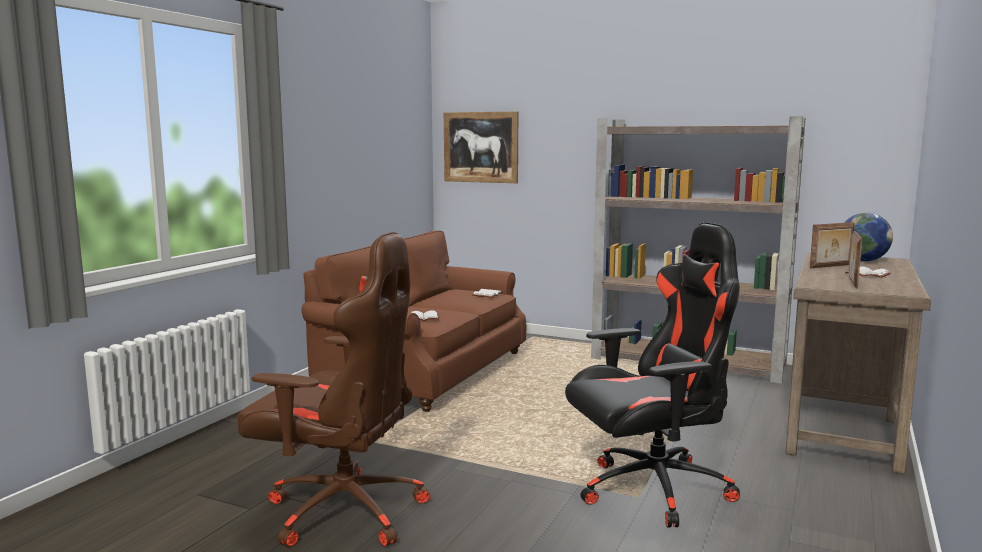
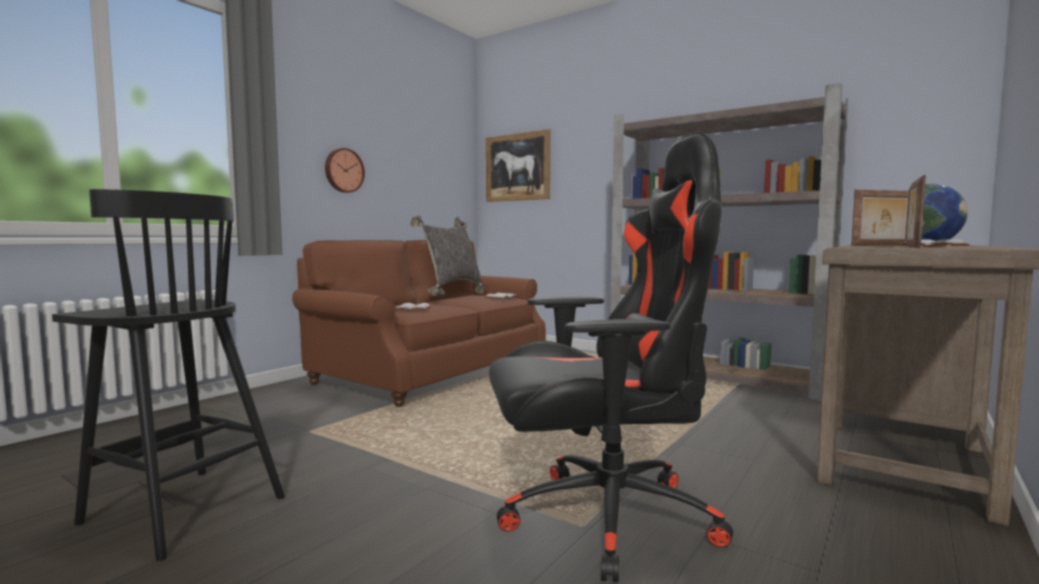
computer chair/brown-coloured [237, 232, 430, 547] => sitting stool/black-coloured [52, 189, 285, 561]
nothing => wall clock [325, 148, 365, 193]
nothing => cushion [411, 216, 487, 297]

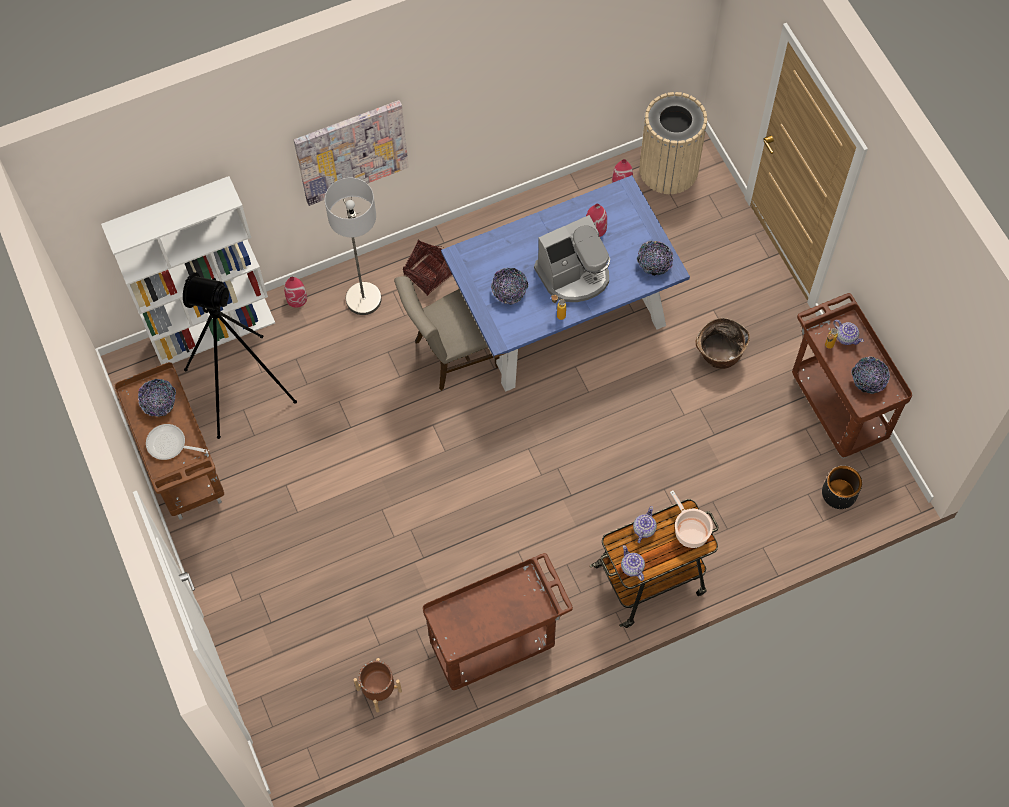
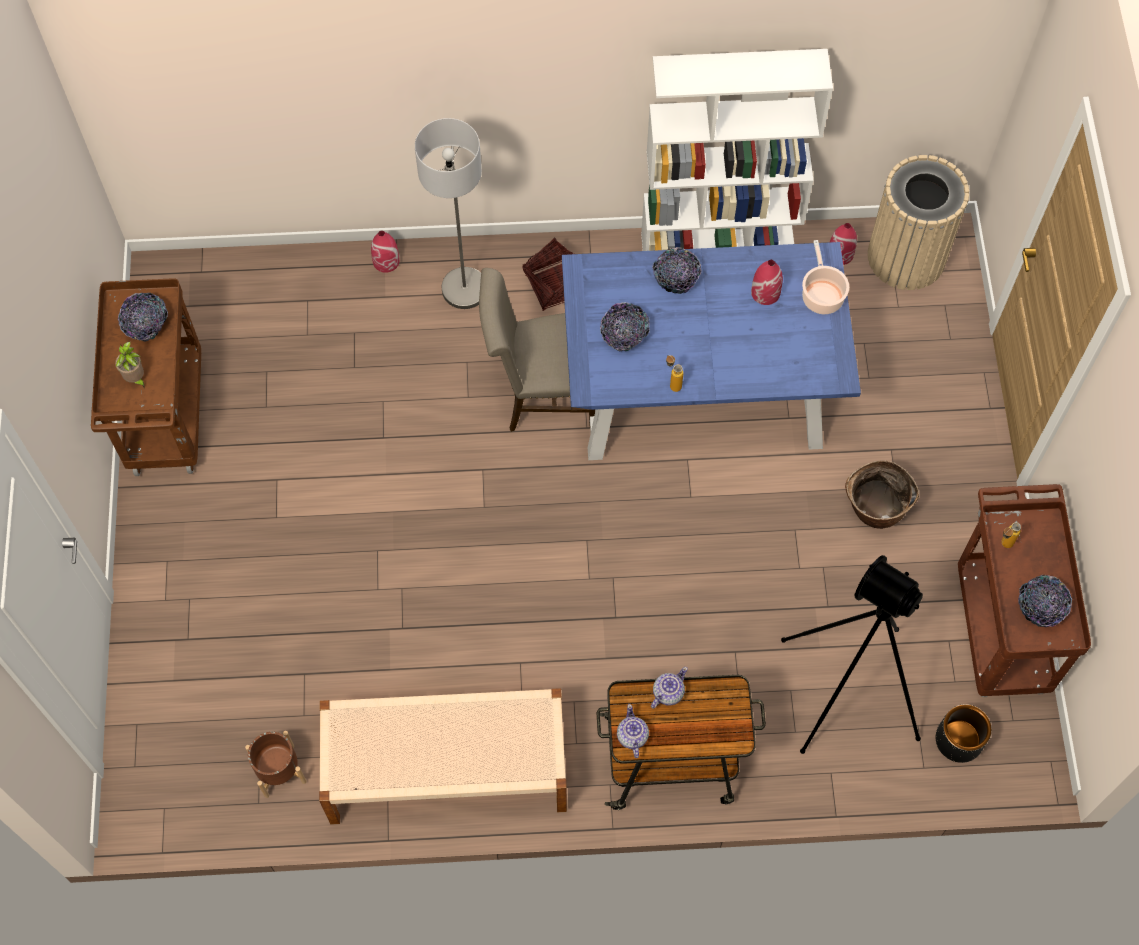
frying pan [146, 424, 209, 460] => potted plant [115, 342, 145, 388]
cart/brown-coloured [423, 553, 573, 690] => indoor bench/sand-coloured [319, 688, 567, 825]
bookshelf/whitish [101, 176, 275, 365] => bookshelf/whitish [641, 49, 833, 251], moved
serving bowl [637, 241, 673, 276] => serving bowl [652, 247, 702, 294], moved
standard lamp/black-coloured [183, 272, 297, 439] => standard lamp/black-coloured [781, 555, 923, 754], moved
saucepot [670, 491, 713, 548] => saucepot [802, 240, 849, 314], moved
picture [294, 100, 409, 206] => nothing
coffee brewer [534, 215, 610, 302] => nothing
teapot [833, 320, 864, 345] => nothing

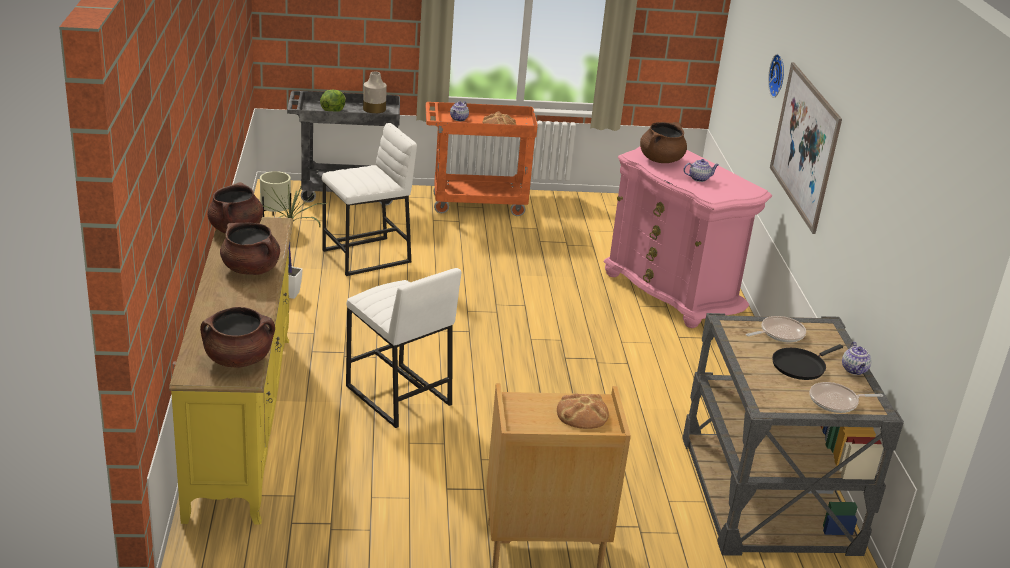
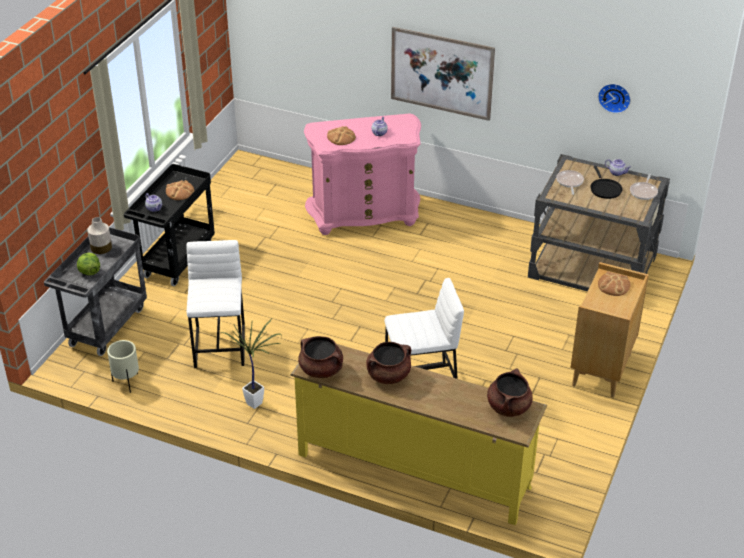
cart/orangey [426, 102, 538, 216] => cart/black-coloured [124, 164, 215, 286]
saucepot/brown-coloured [640, 122, 687, 163] => bakery bread [327, 126, 356, 145]
wall clock [768, 54, 784, 98] => wall clock [598, 84, 631, 113], moved

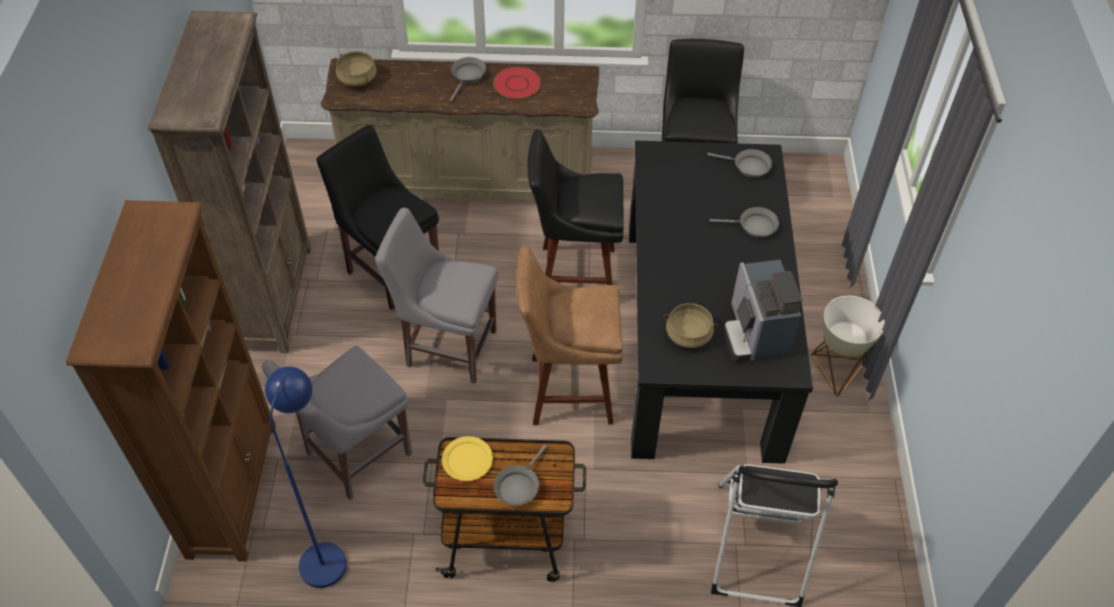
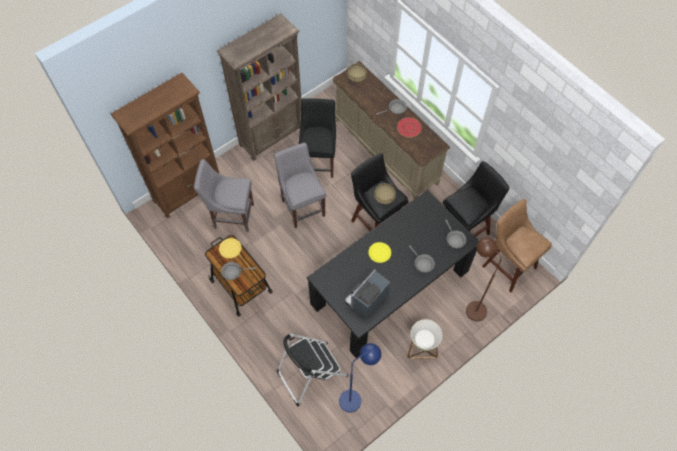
standard lamp/blue [265, 366, 347, 588] => standard lamp/blue [339, 343, 381, 413], moved
nothing => dinner plate/yellowish [368, 242, 391, 263]
saucepot/sand-coloured [663, 303, 719, 348] => saucepot/sand-coloured [374, 183, 396, 204], moved
nothing => standard lamp/brown-coloured [466, 237, 501, 321]
sitting stool/brown-coloured [516, 245, 623, 425] => sitting stool/brown-coloured [482, 199, 552, 293], moved

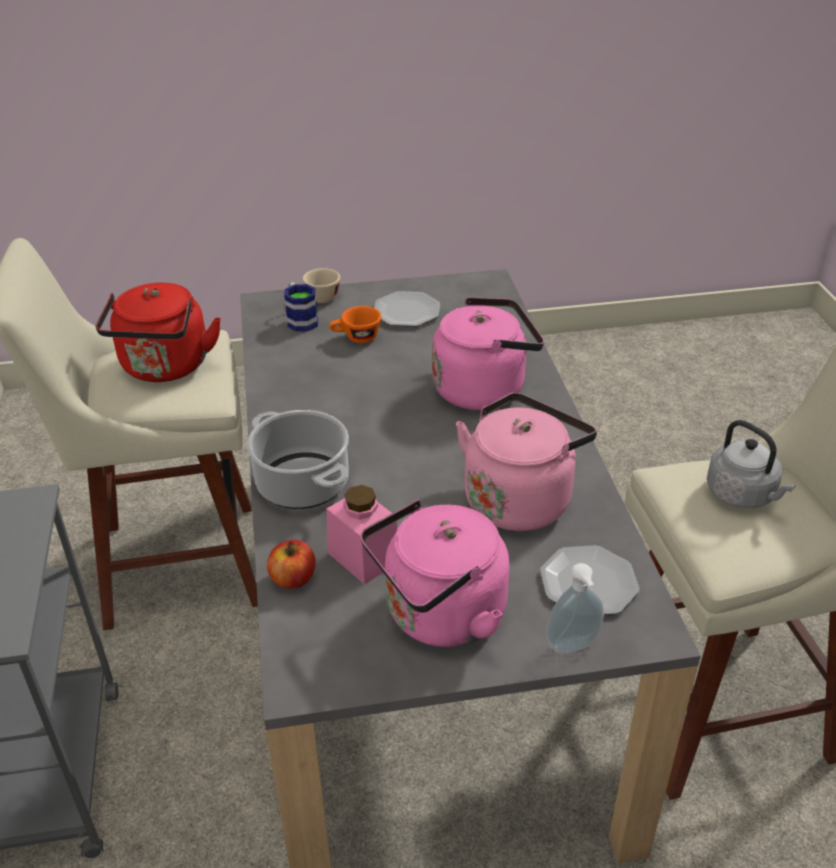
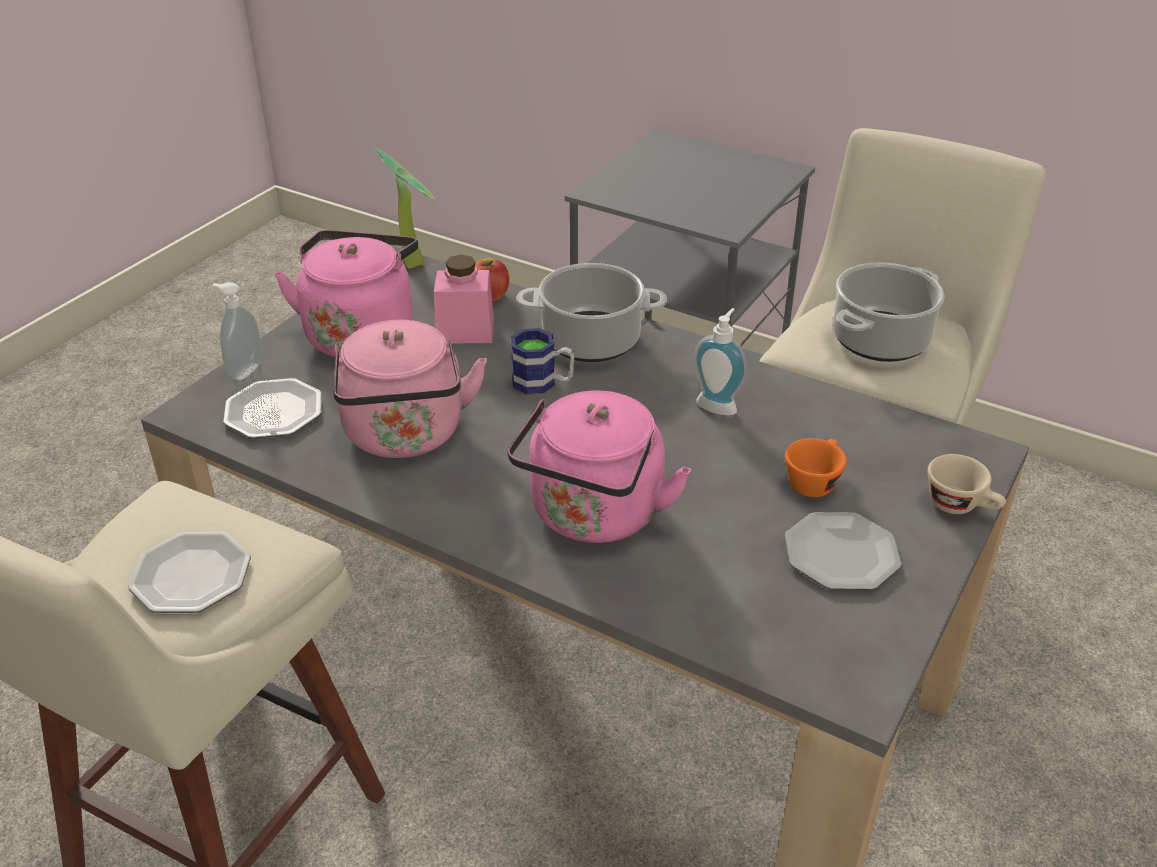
water kettle/gray [707, 420, 796, 508] => dinner plate [128, 532, 251, 613]
nothing => potted plant [374, 148, 436, 268]
mug [284, 282, 318, 332] => mug [511, 328, 575, 394], moved
nothing => liquid soap bottle [694, 308, 747, 415]
water kettle/reddish [96, 282, 221, 382] => saucepot [833, 262, 945, 362]

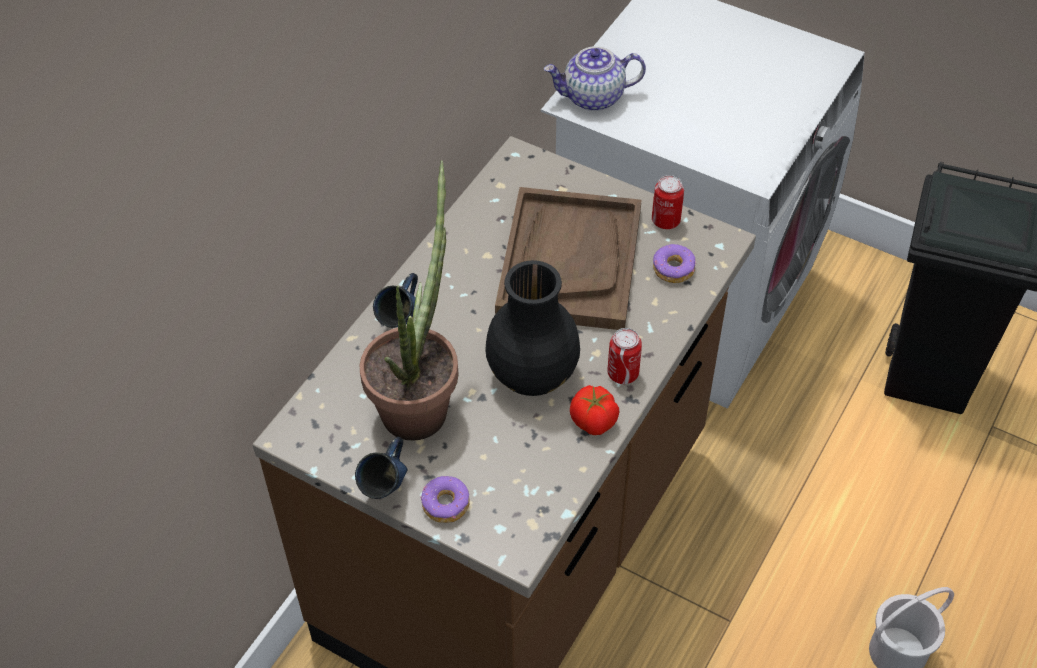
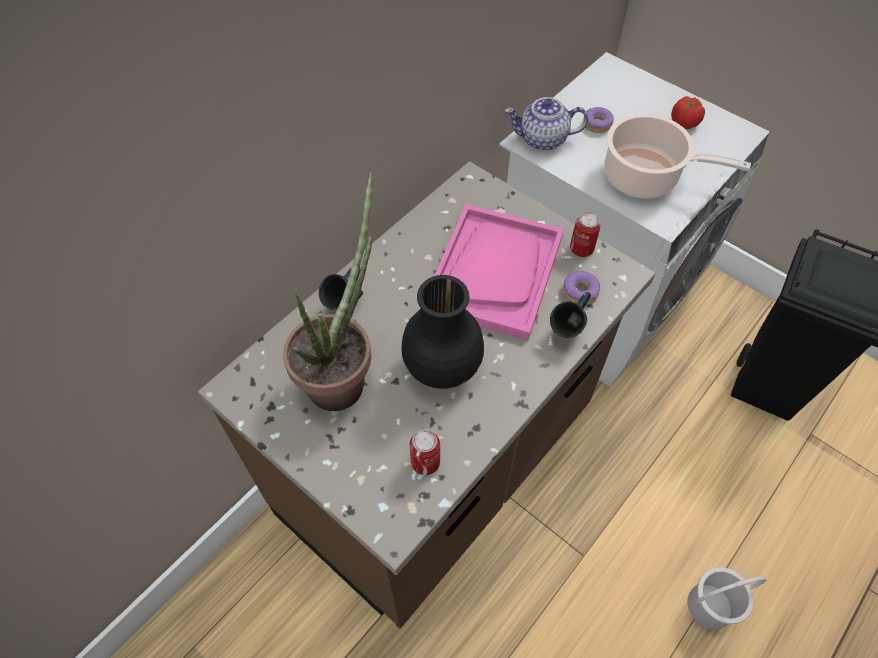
can [607, 328, 642, 384] => can [410, 429, 440, 475], moved
carrying tray/brown-coloured [495, 187, 642, 330] => carrying tray/pink [434, 204, 564, 340]
mug/blue [355, 437, 408, 499] => mug/blue [550, 292, 591, 338], moved
donut [421, 476, 470, 523] => donut [583, 107, 614, 133], moved
nothing => saucepot [604, 114, 751, 199]
fresh tomato [570, 385, 620, 435] => fresh tomato [671, 96, 705, 129], moved

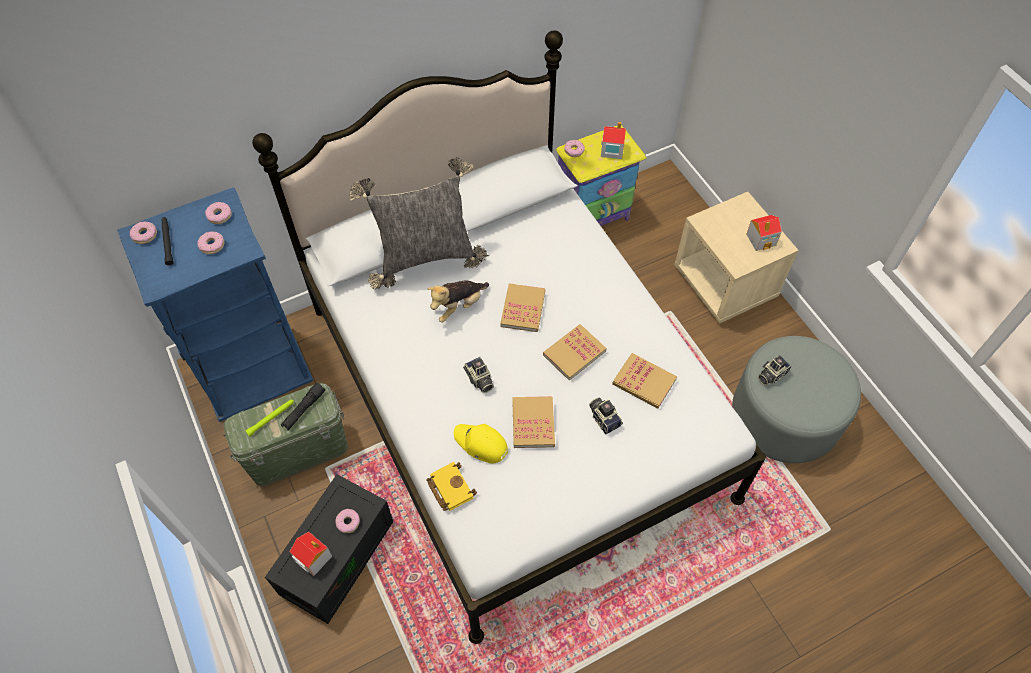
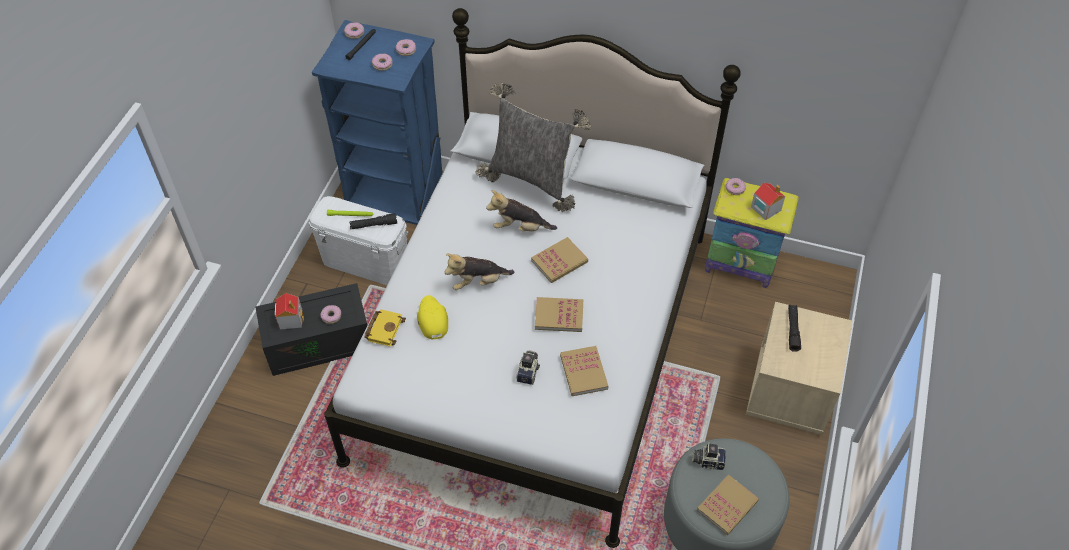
storage box/green-coloured [223, 383, 348, 486] => storage box/whitish [309, 196, 408, 285]
photo camera [463, 357, 494, 393] => soft toy [445, 253, 515, 290]
volume [512, 396, 555, 448] => volume [697, 474, 759, 535], moved
nothing => hand torch/black-coloured [788, 305, 801, 352]
toy house [746, 215, 782, 251] => nothing

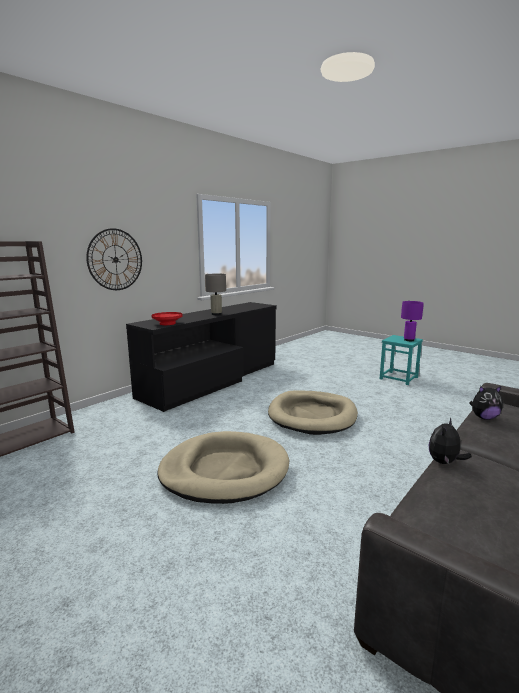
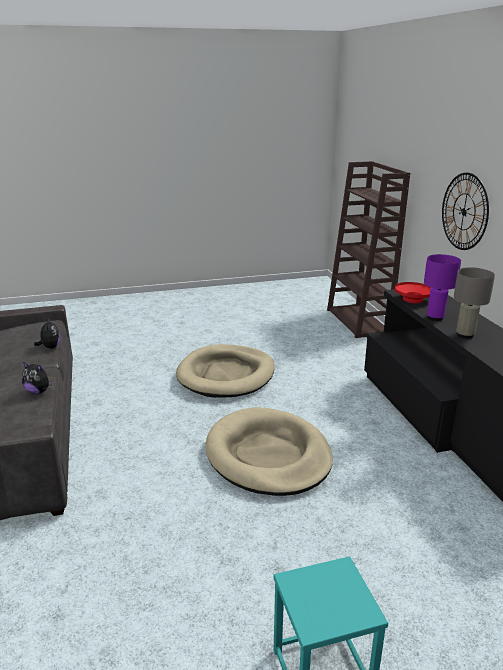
soft toy [469, 386, 503, 420] => soft toy [22, 362, 54, 394], 105 degrees counterclockwise
tabletop lamp/purple [401, 301, 424, 341] => tabletop lamp/purple [424, 254, 461, 321], moved

